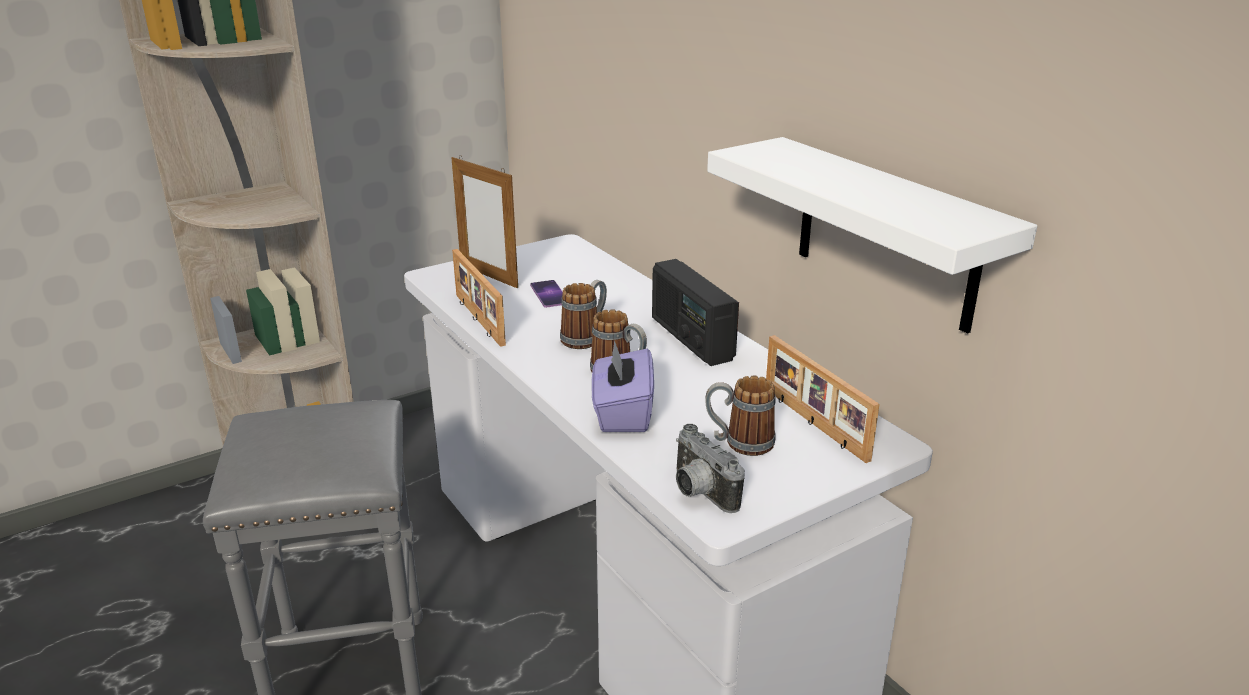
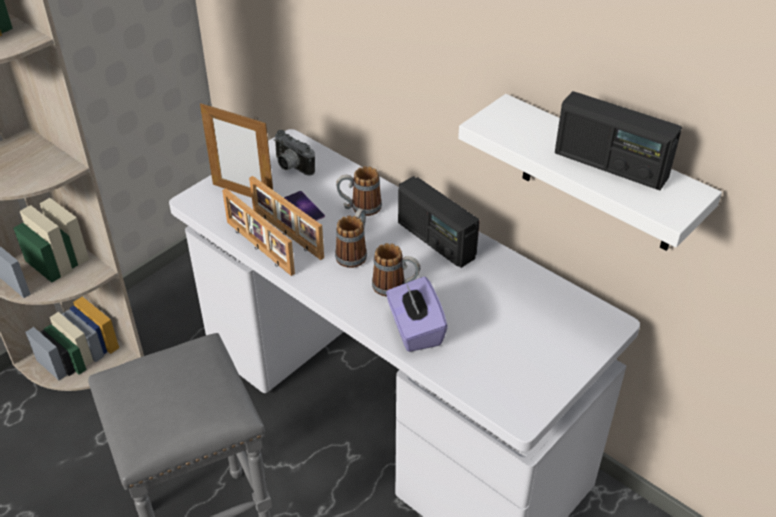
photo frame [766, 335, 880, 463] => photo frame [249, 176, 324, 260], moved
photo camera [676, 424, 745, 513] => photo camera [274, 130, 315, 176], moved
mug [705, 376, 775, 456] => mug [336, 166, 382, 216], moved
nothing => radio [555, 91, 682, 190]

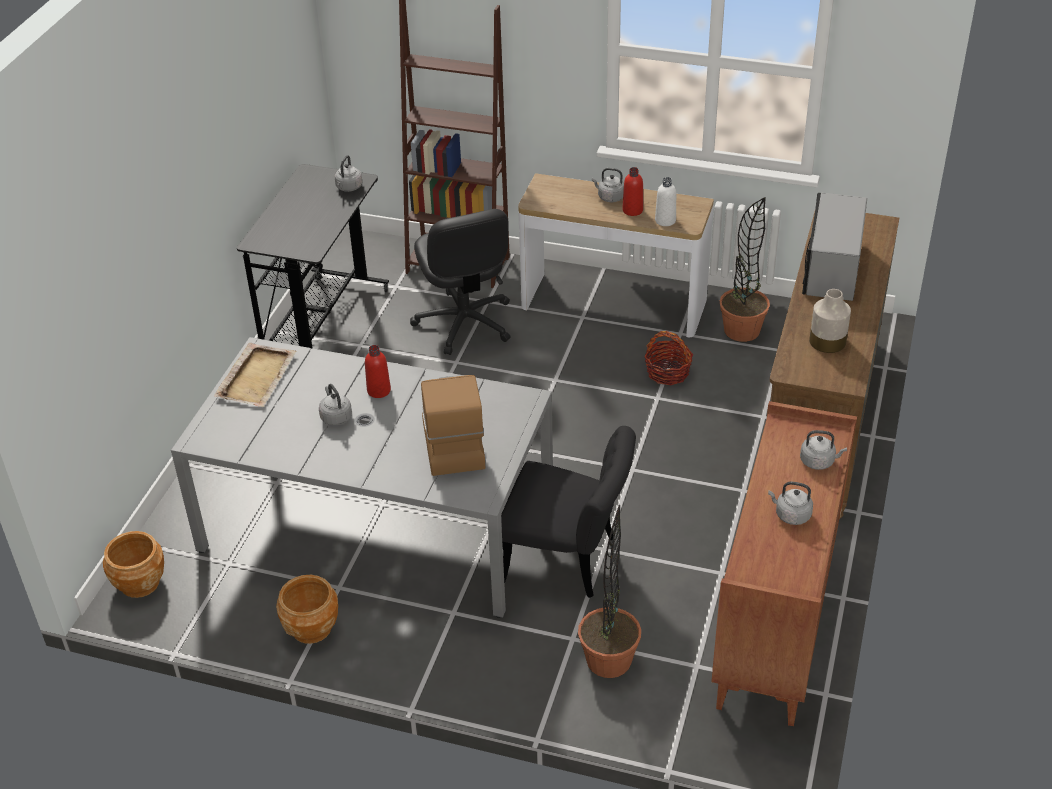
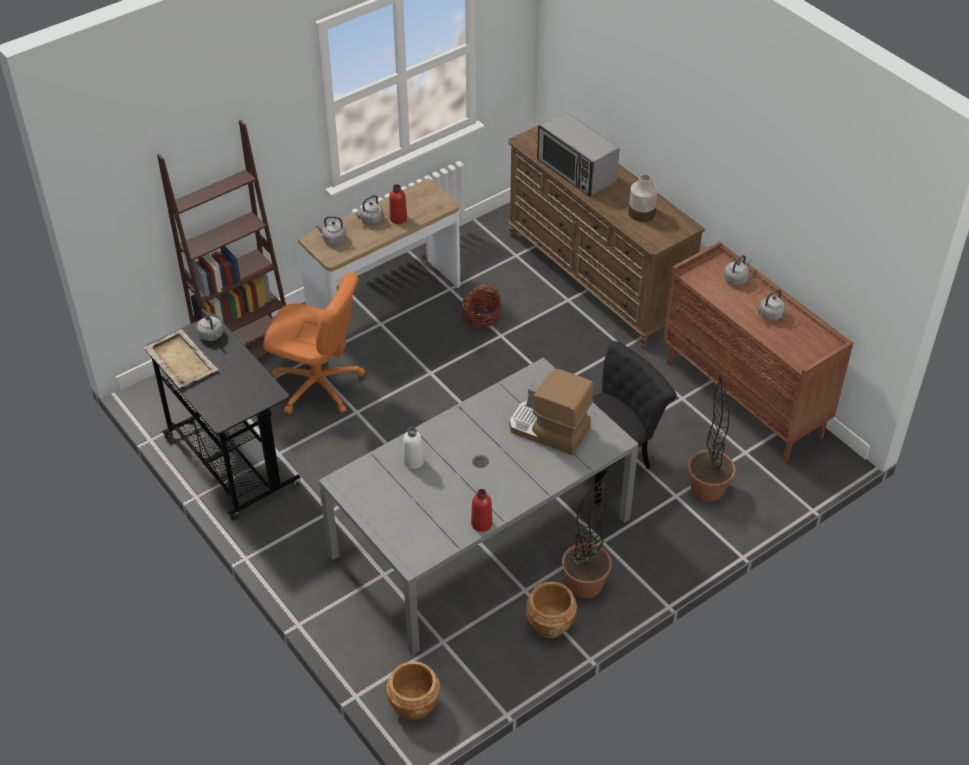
carrying tray/sand-coloured [214, 343, 296, 407] => carrying tray/sand-coloured [143, 329, 219, 388], moved
computer chair/black-coloured [410, 209, 510, 355] => computer chair/orangey [263, 273, 365, 414]
water kettle/gray [319, 384, 352, 425] => water kettle/gray [316, 216, 346, 245], moved
bottle/whitish [655, 177, 676, 226] => bottle/whitish [403, 427, 424, 469], moved
bottle/reddish [365, 345, 391, 398] => bottle/reddish [471, 489, 493, 532], moved
potted plant [720, 197, 770, 342] => potted plant [562, 476, 612, 598], moved

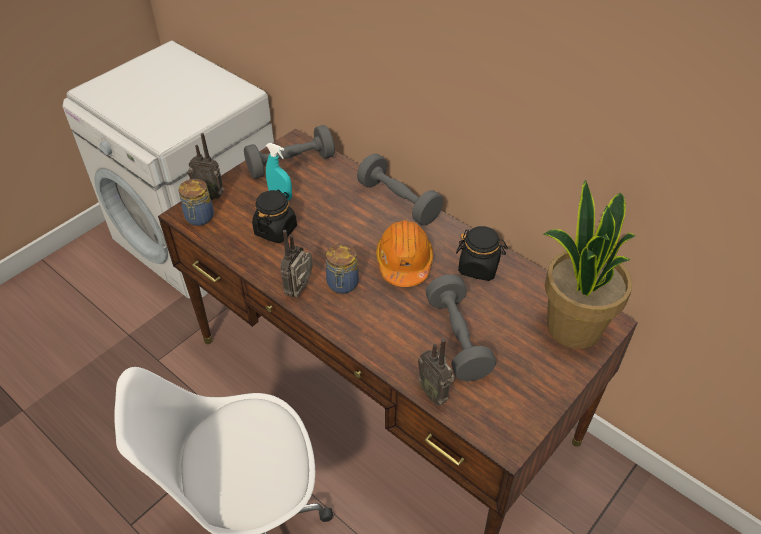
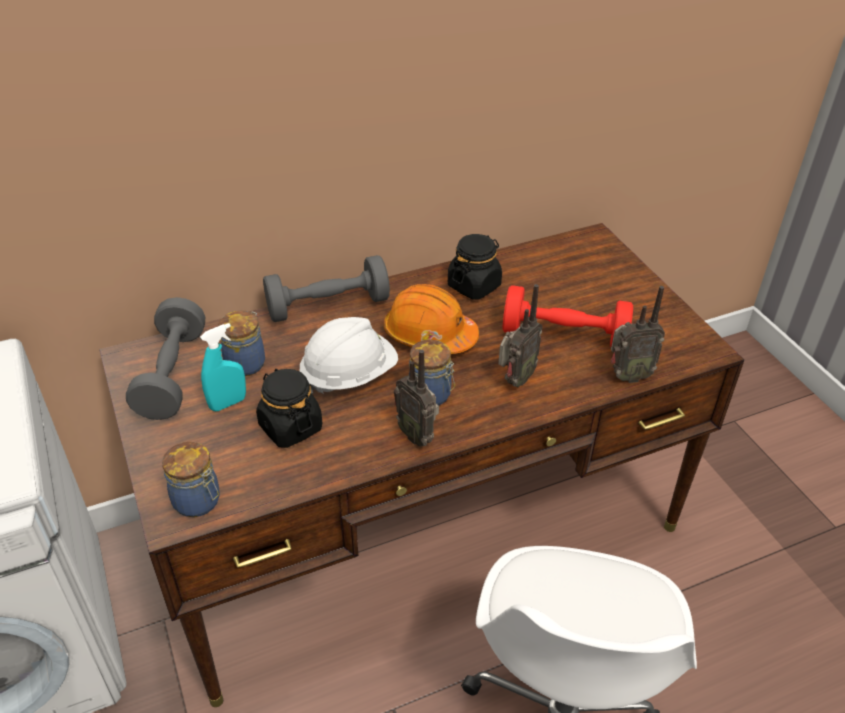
nothing => jar [218, 311, 265, 376]
nothing => hard hat/whitish [300, 317, 398, 394]
radio [187, 133, 224, 200] => radio [498, 284, 543, 387], moved
dumbbell/gray [425, 274, 496, 381] => dumbbell/reddish [502, 285, 633, 346]
potted plant [543, 180, 635, 349] => nothing

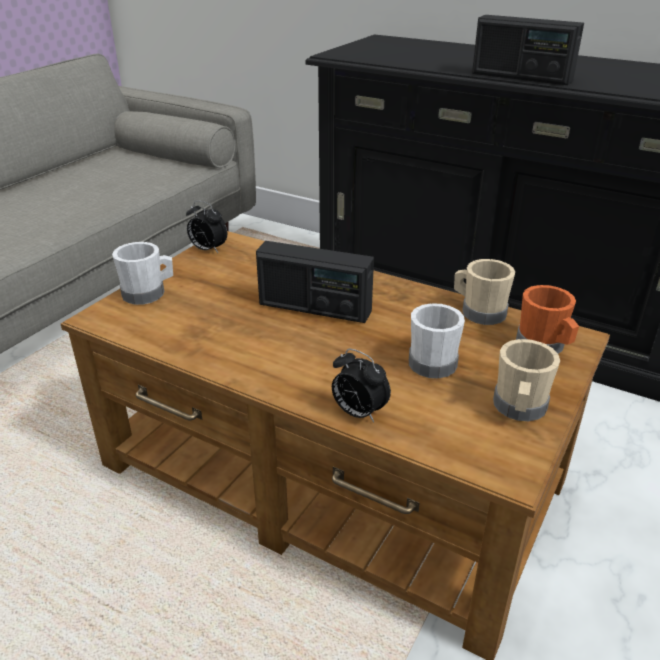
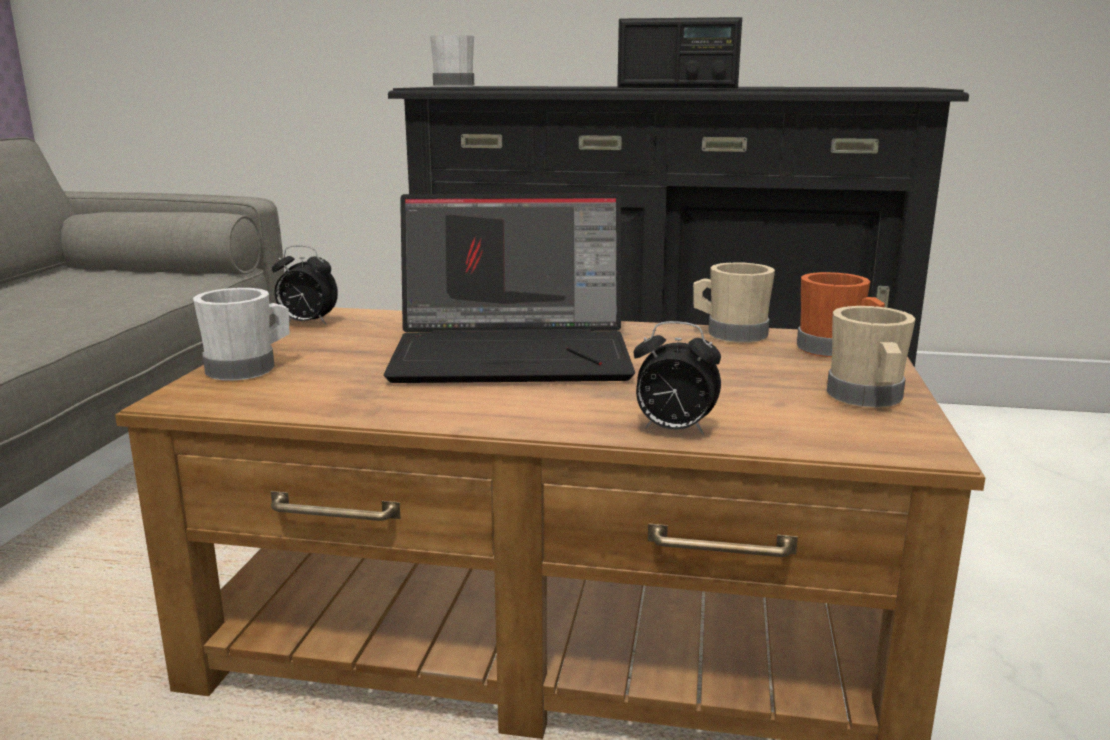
radio [256, 241, 374, 323] => laptop [384, 193, 635, 383]
mug/whitish [409, 303, 465, 378] => mug/whitish [430, 35, 474, 87], moved

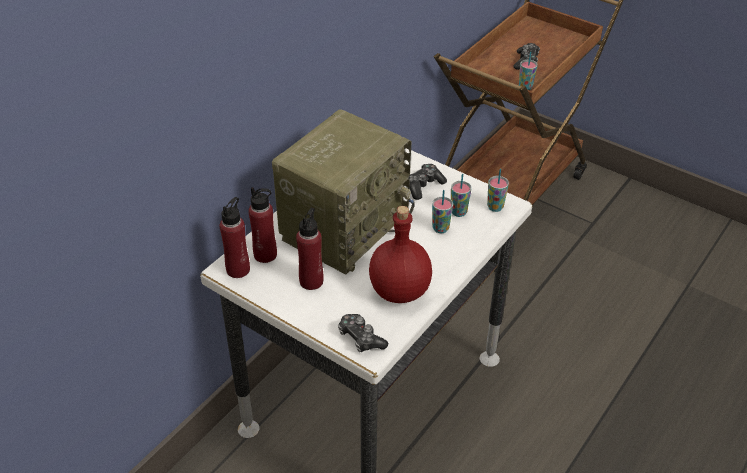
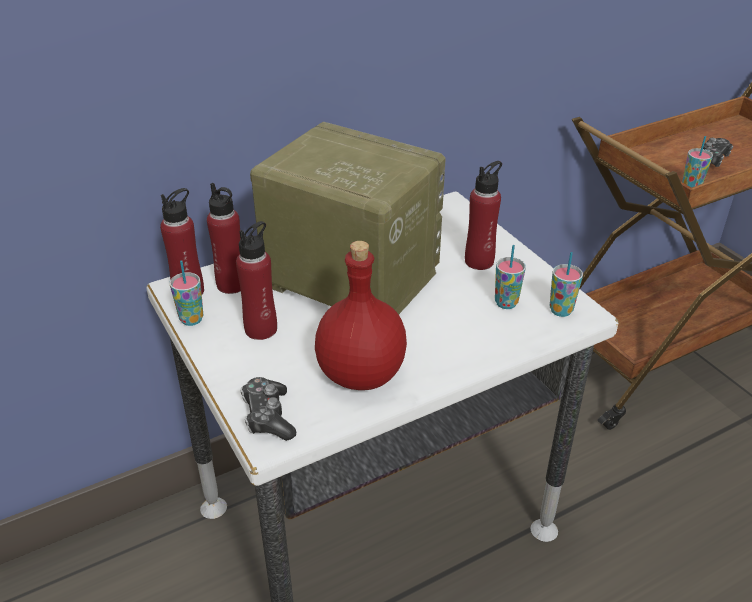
small cup [432, 190, 453, 233] => small cup [169, 260, 203, 326], moved
radio [272, 109, 415, 275] => radio [250, 121, 446, 315], 120 degrees counterclockwise
gamepad [409, 164, 447, 200] => bottle/reddish [465, 161, 502, 270]

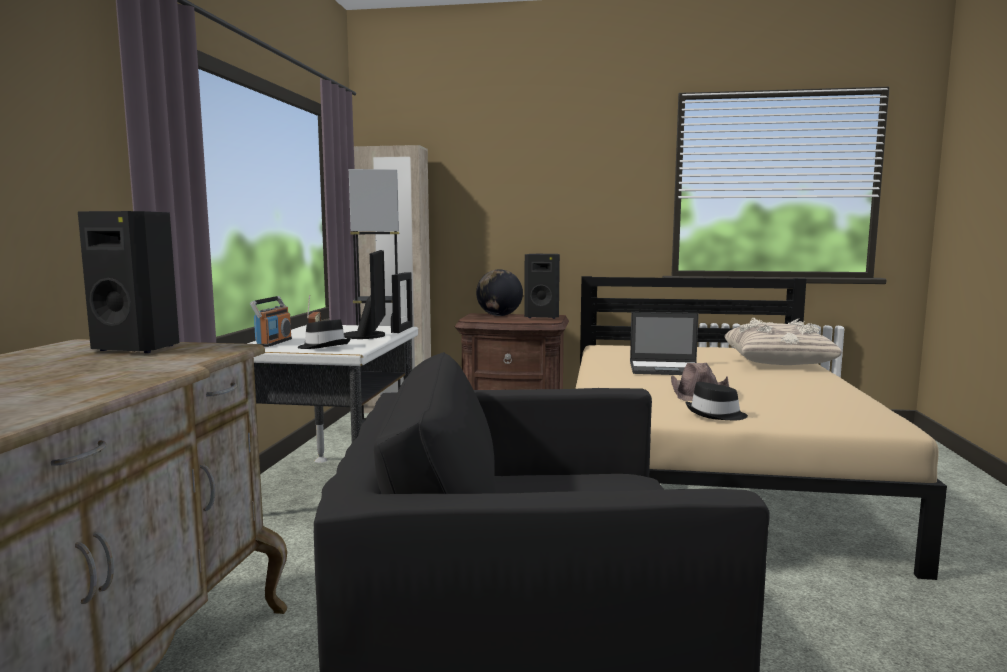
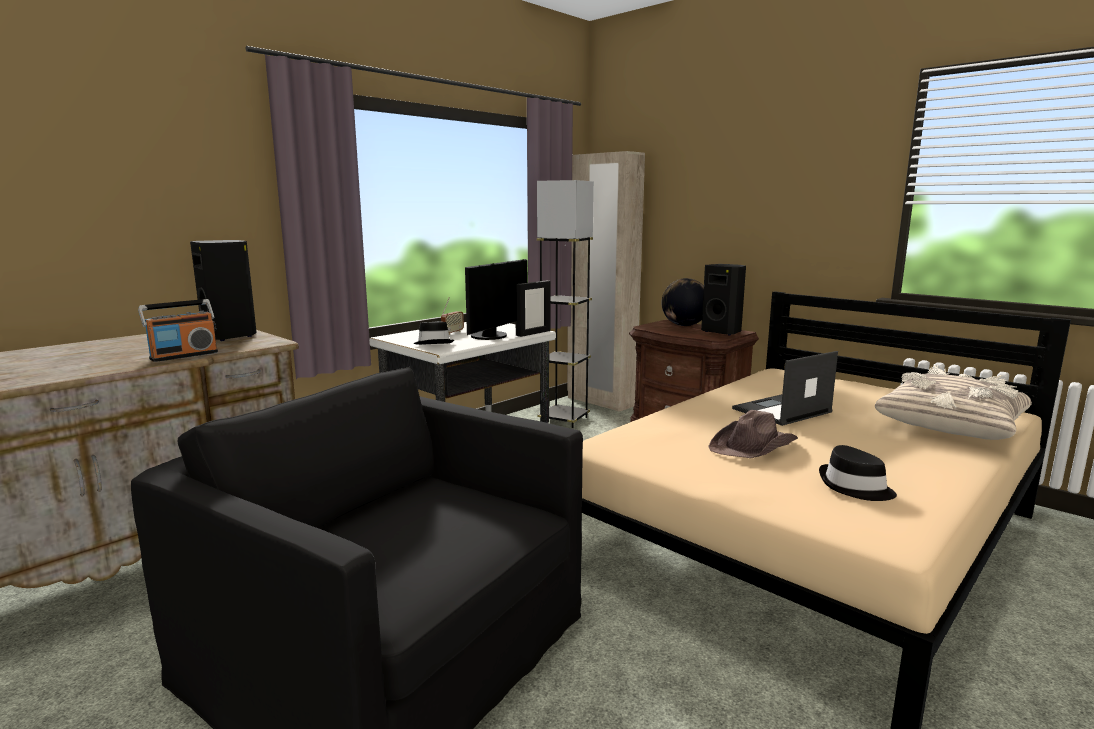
radio [250, 296, 292, 347] => radio [138, 299, 218, 362], moved
laptop [630, 312, 699, 375] => laptop [732, 351, 838, 426], 105 degrees clockwise
clothing hat/black-coloured [686, 382, 748, 421] => clothing hat/black-coloured [819, 445, 897, 501], moved

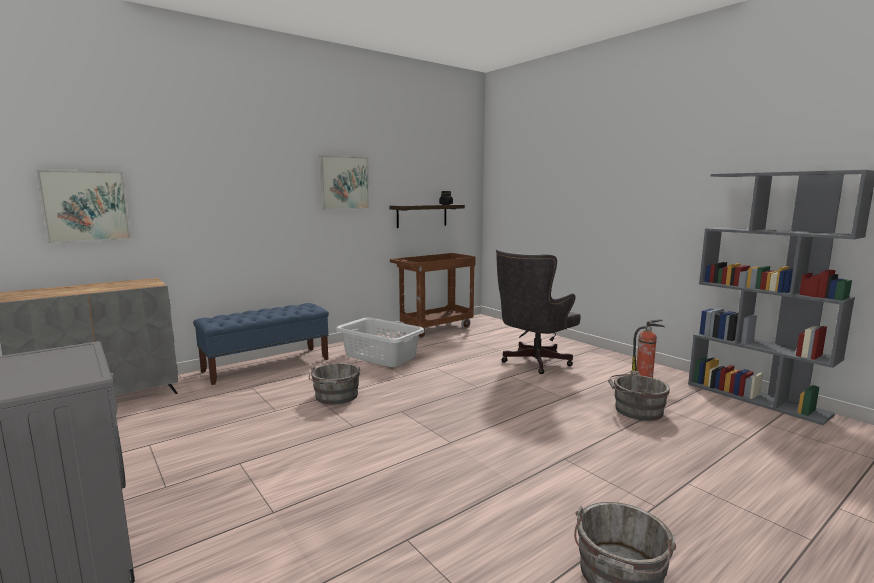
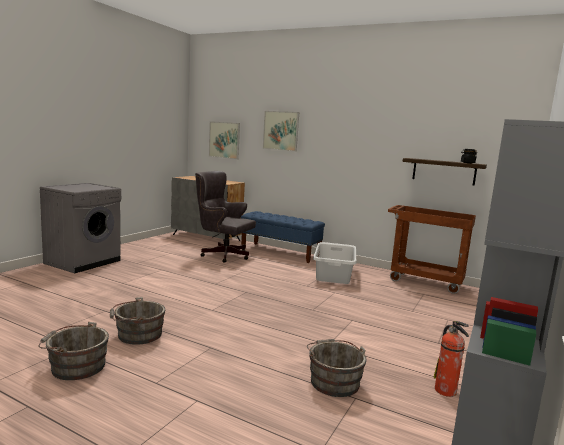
water bucket/gray [309, 363, 360, 405] => water bucket/gray [110, 297, 165, 345], moved
computer chair/gray [496, 249, 581, 374] => computer chair/gray [195, 171, 256, 263], moved
picture [319, 155, 370, 210] => picture [263, 111, 299, 152], moved

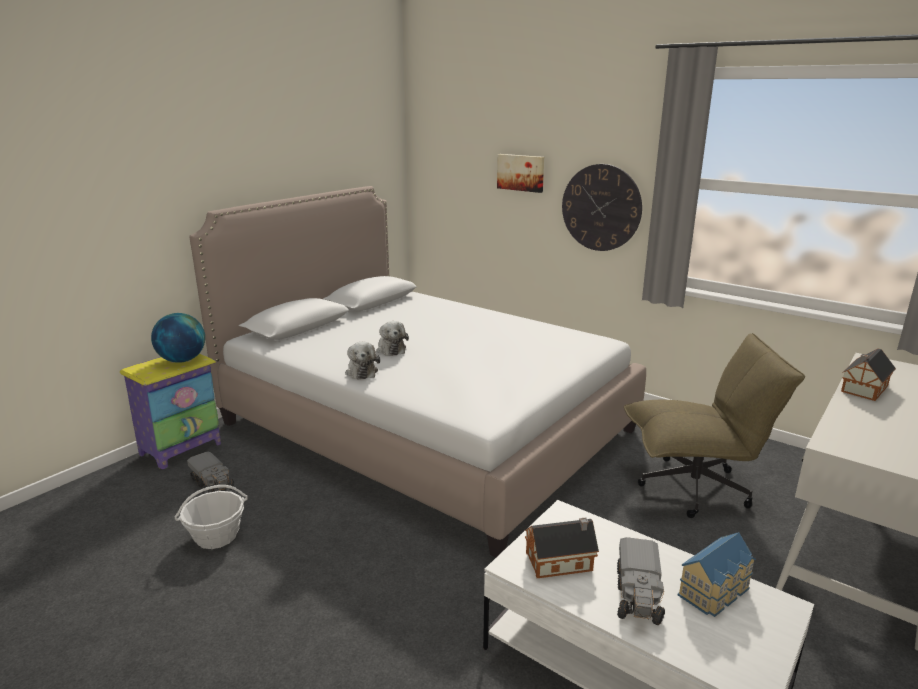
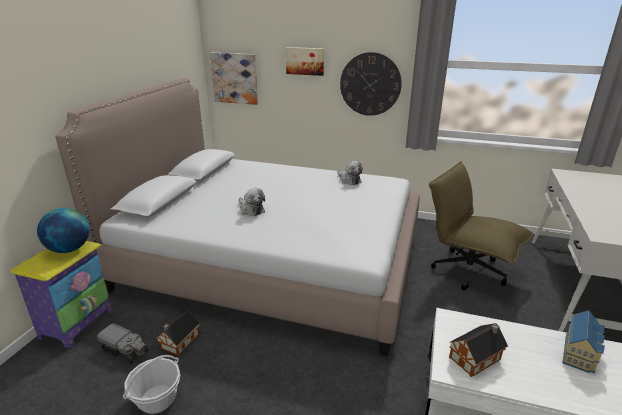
toy house [841, 348, 896, 401] => toy house [157, 310, 200, 356], moved
nothing => picture [210, 53, 258, 105]
soft toy [345, 342, 380, 380] => soft toy [338, 161, 363, 185], moved
computer chair/sand-coloured [624, 333, 805, 518] => computer chair/sand-coloured [429, 161, 534, 291], 120 degrees counterclockwise
model truck [617, 537, 665, 625] => nothing

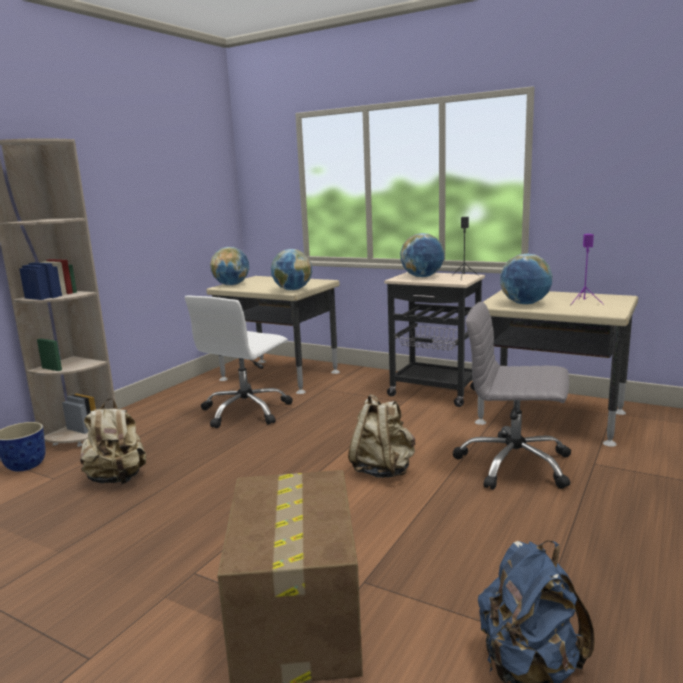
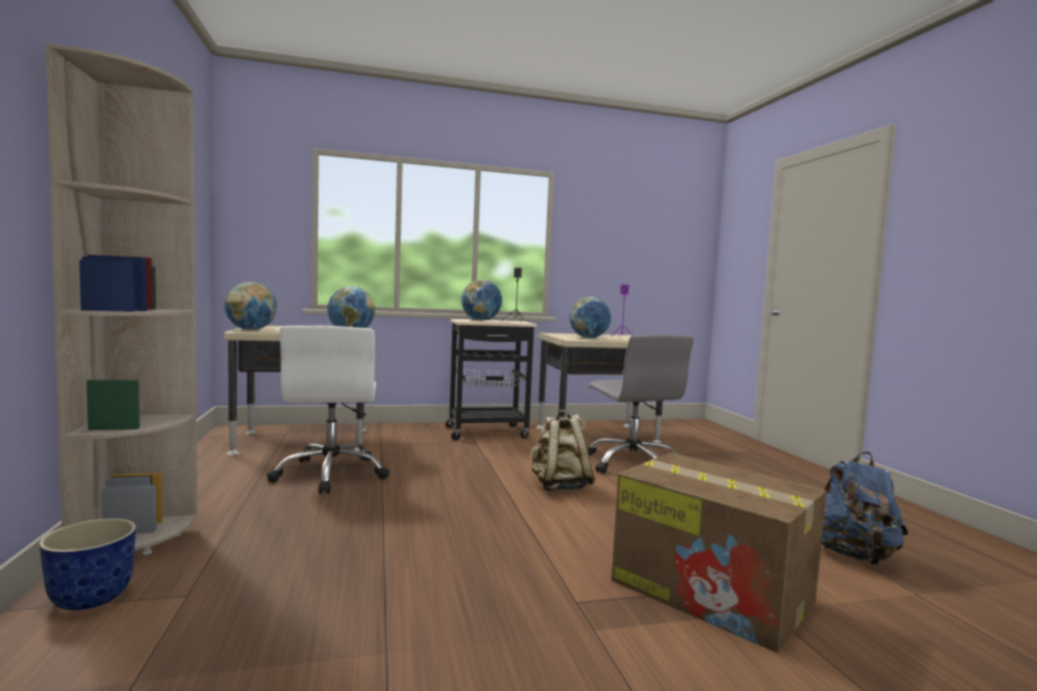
computer chair/gray [452, 302, 571, 490] => computer chair/gray [588, 335, 694, 473], 90 degrees counterclockwise
rucksack/sand-coloured [80, 398, 146, 484] => nothing

